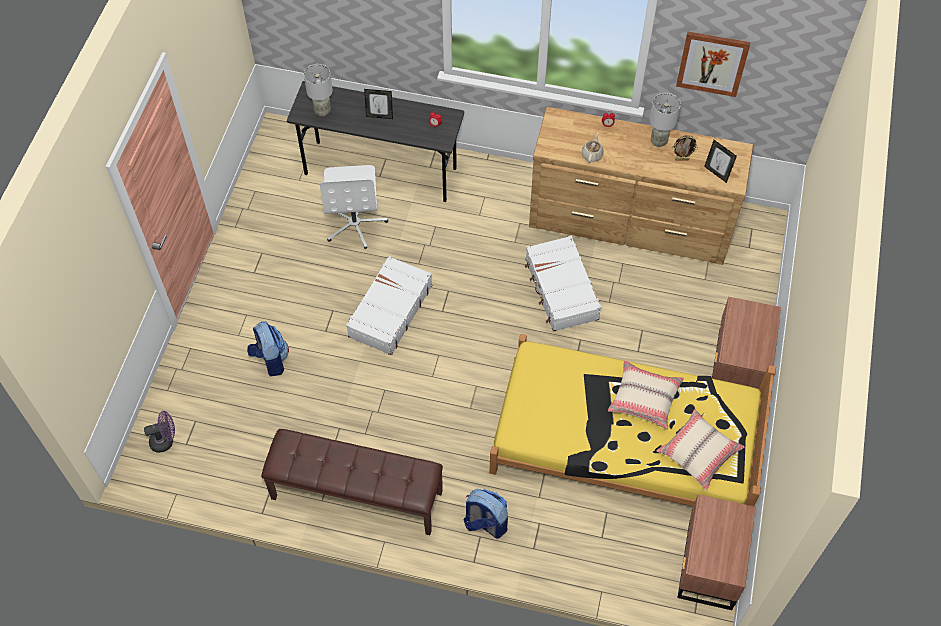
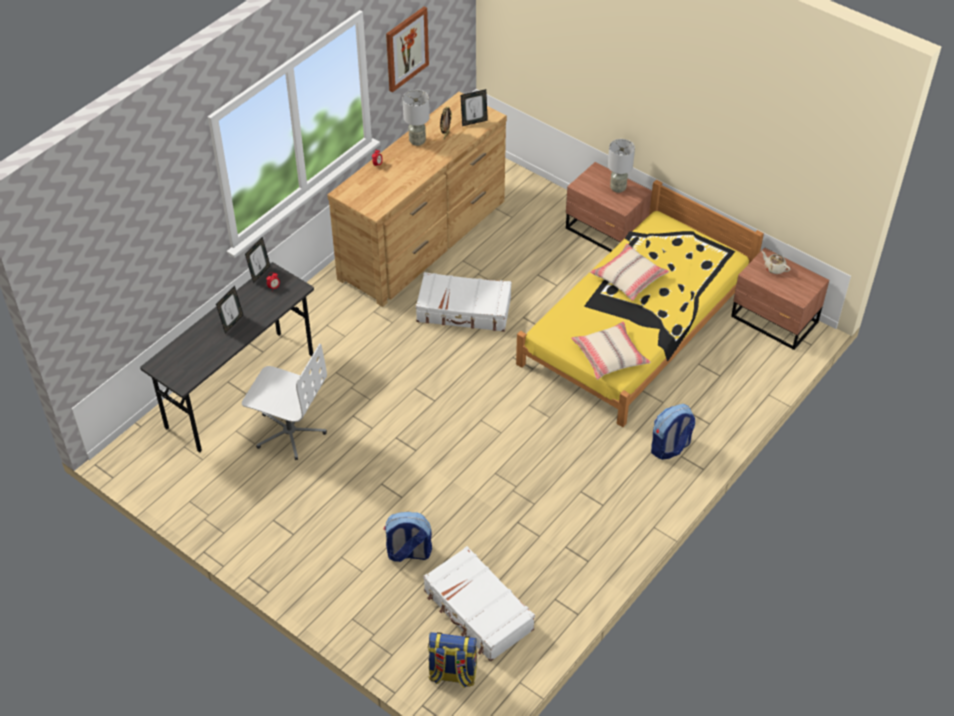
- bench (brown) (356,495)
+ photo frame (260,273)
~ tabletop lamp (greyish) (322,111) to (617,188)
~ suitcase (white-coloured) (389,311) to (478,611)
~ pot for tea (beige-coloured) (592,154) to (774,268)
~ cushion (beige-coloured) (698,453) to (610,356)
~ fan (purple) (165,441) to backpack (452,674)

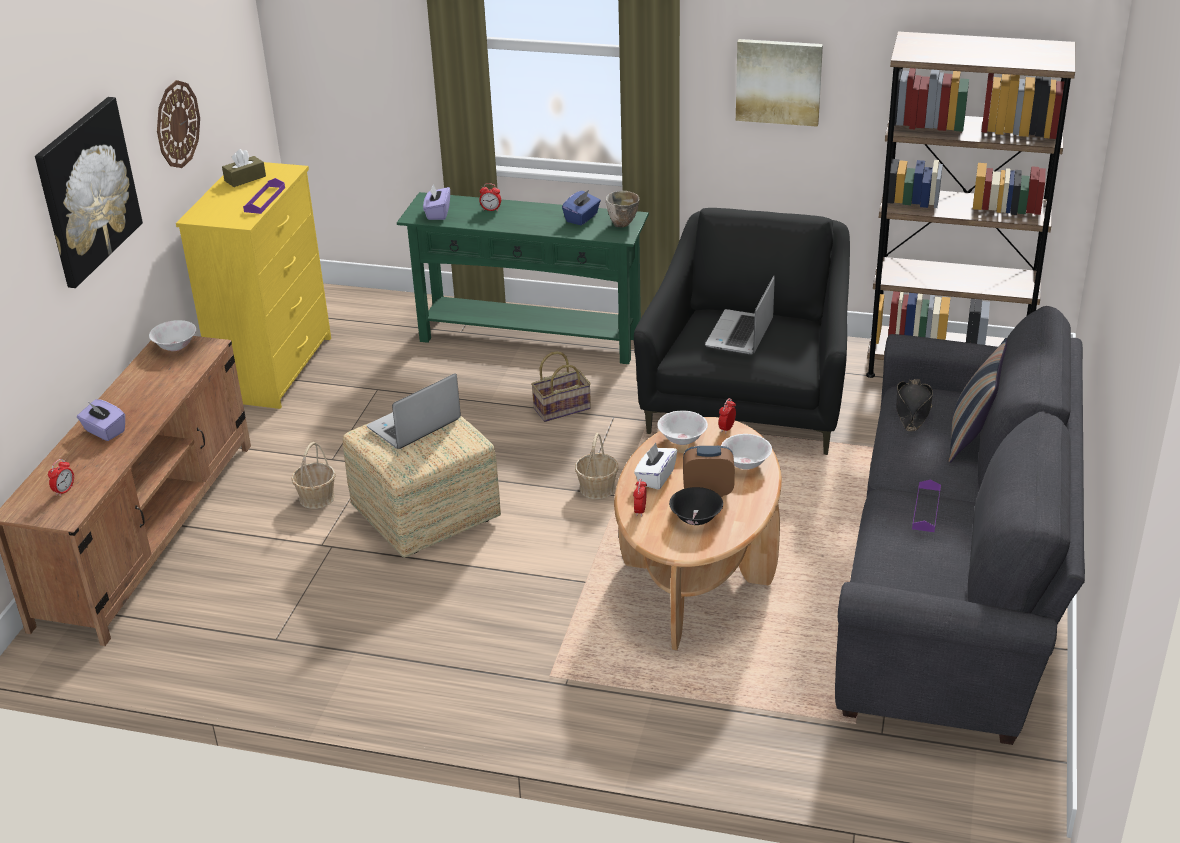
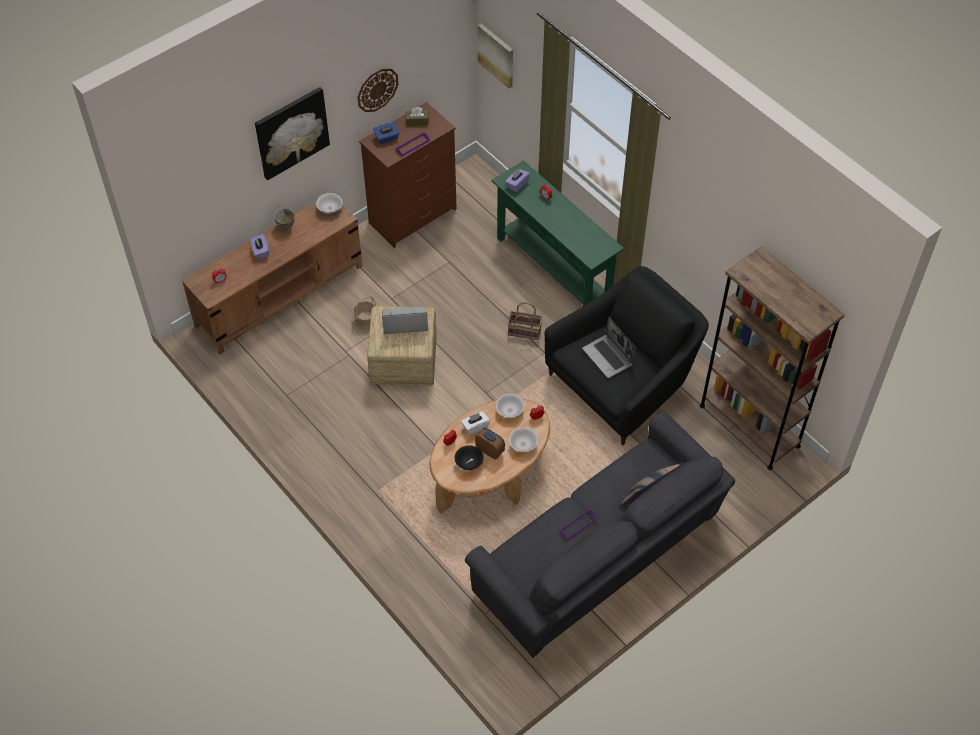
- basket (597,488)
- hat (blackish) (912,410)
~ tissue box (blue) (582,218) to (386,138)
~ serving bowl (622,225) to (285,228)
~ picture (779,81) to (496,55)
~ chest of drawers (yellow) (275,368) to chest of drawers (brown) (413,216)
~ laptop (740,335) = (608,357) 90 degrees counterclockwise

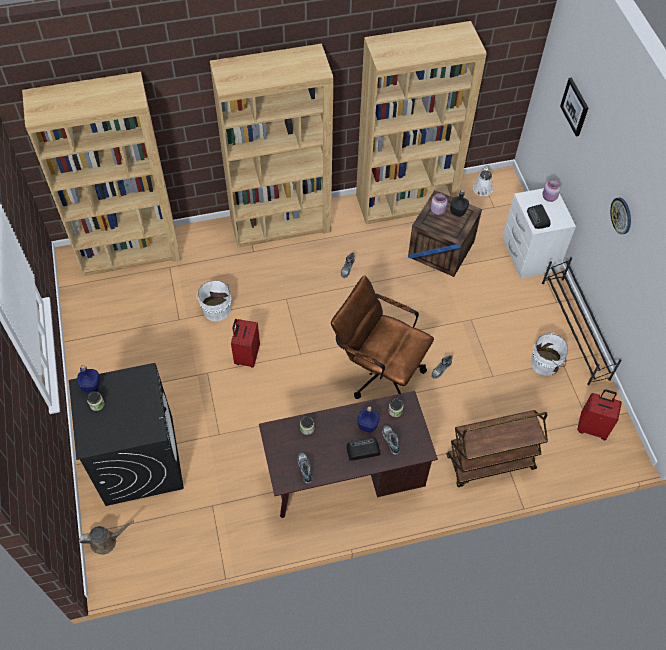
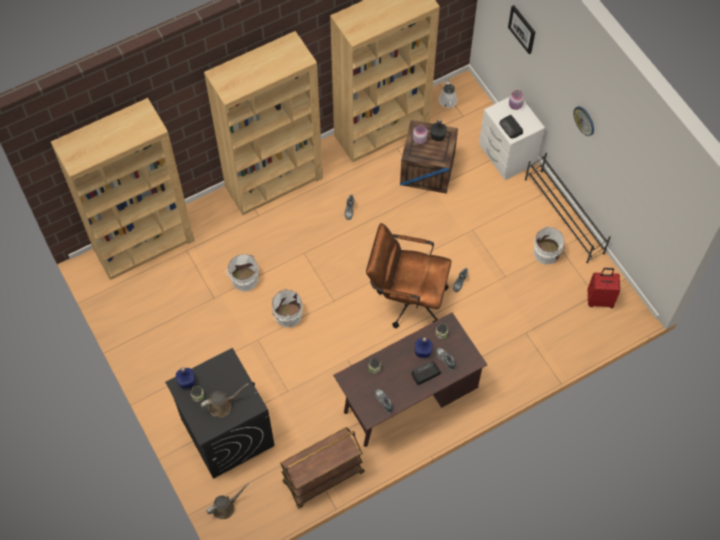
+ watering can (brown) (222,405)
~ cart (brown) (490,463) to (323,478)
~ suitcase (reddish) (246,356) to water bucket (white-coloured) (287,315)

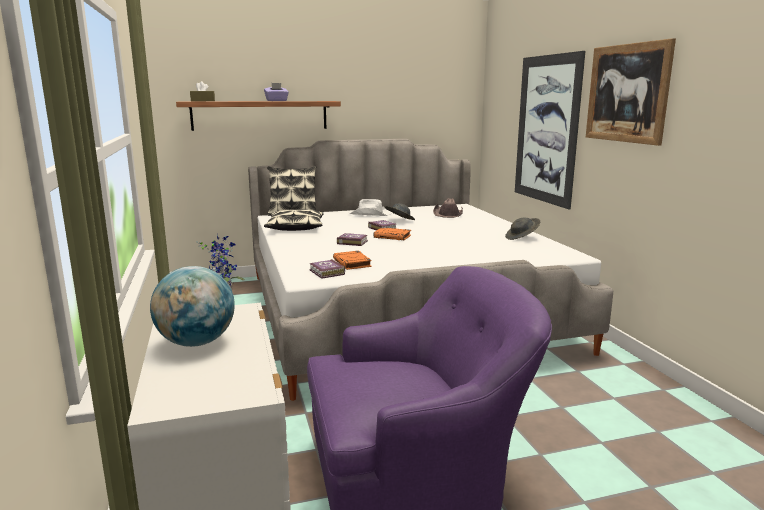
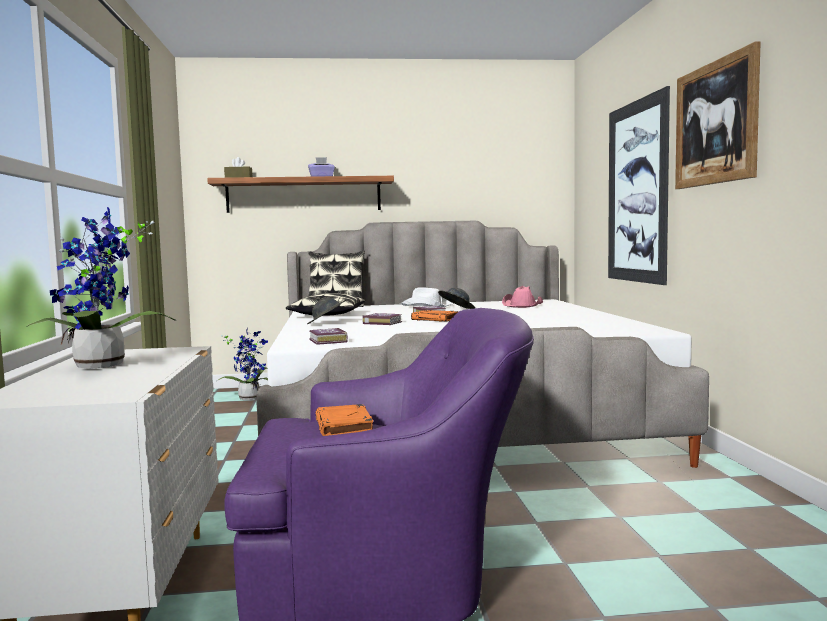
~ volume (orangey) (352,263) to (344,426)
~ hat (greyish) (522,238) to (327,323)
~ desk globe (196,343) to plant in a pot (102,366)
~ hat (brown) (448,214) to hat (pink) (523,305)

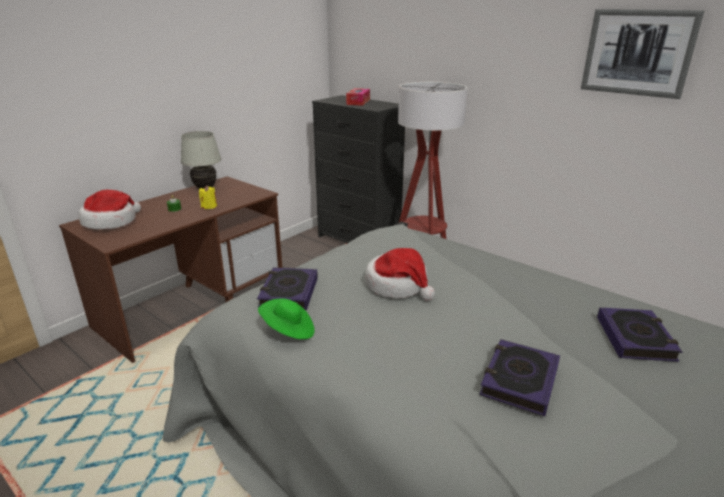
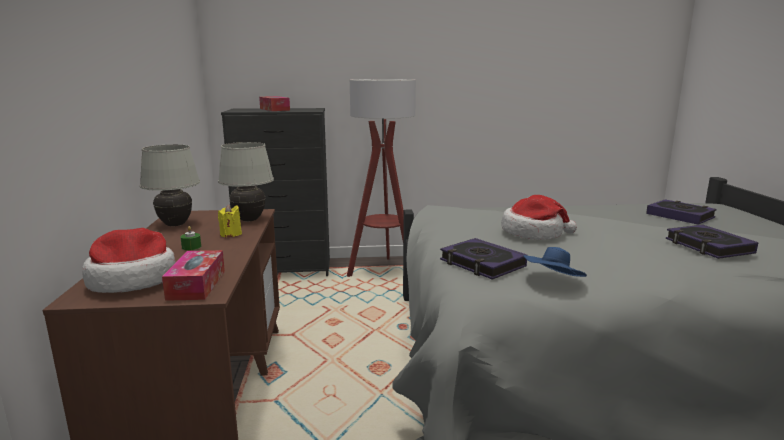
- picture (637,52)
+ tissue box (196,285)
+ tabletop lamp (white-coloured) (249,220)
~ hat (greenish) (288,331) to hat (blue) (553,281)

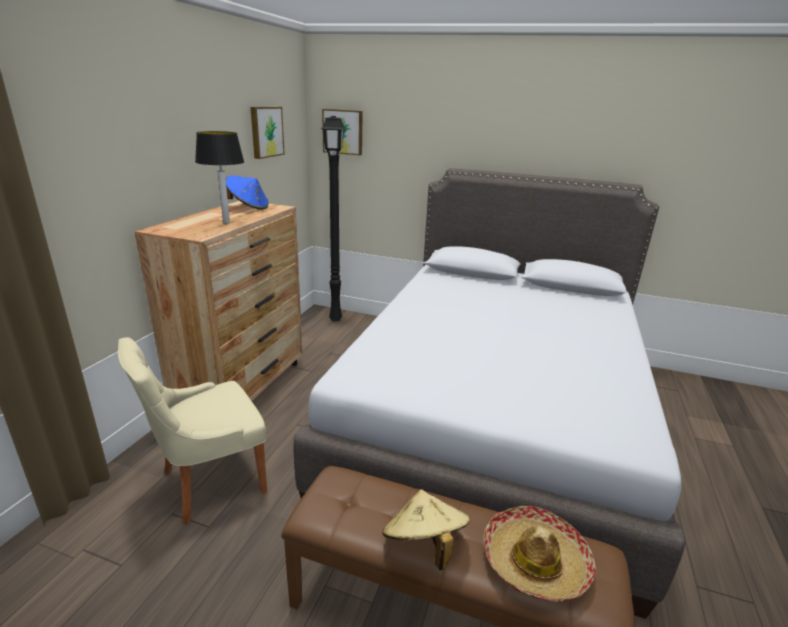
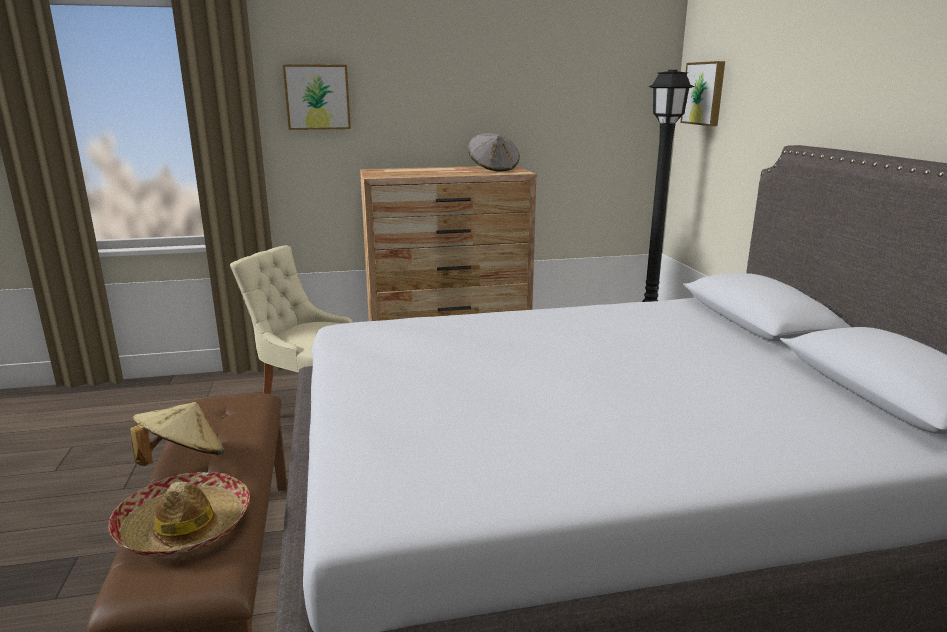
- tabletop lamp (226,222)
~ picture (266,131) to (317,97)
~ hat (blue) (248,207) to hat (greyish) (493,169)

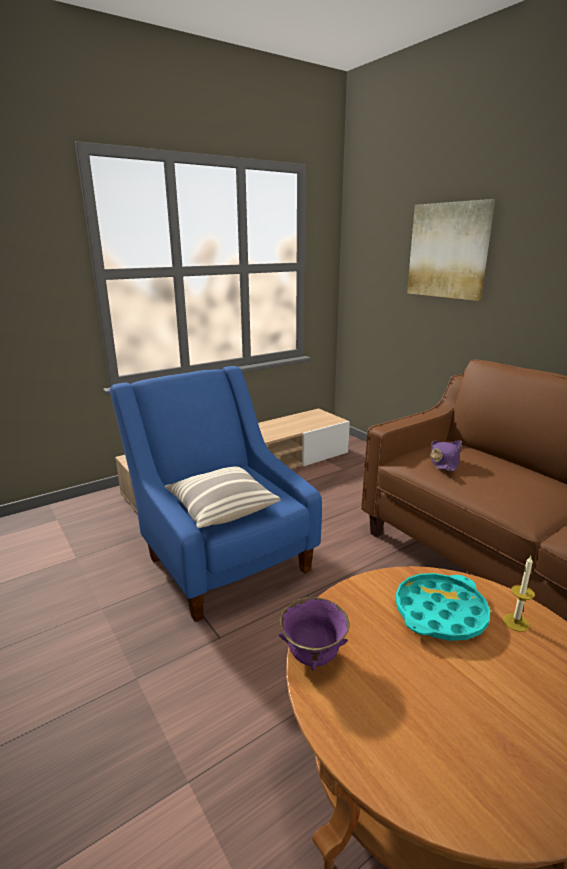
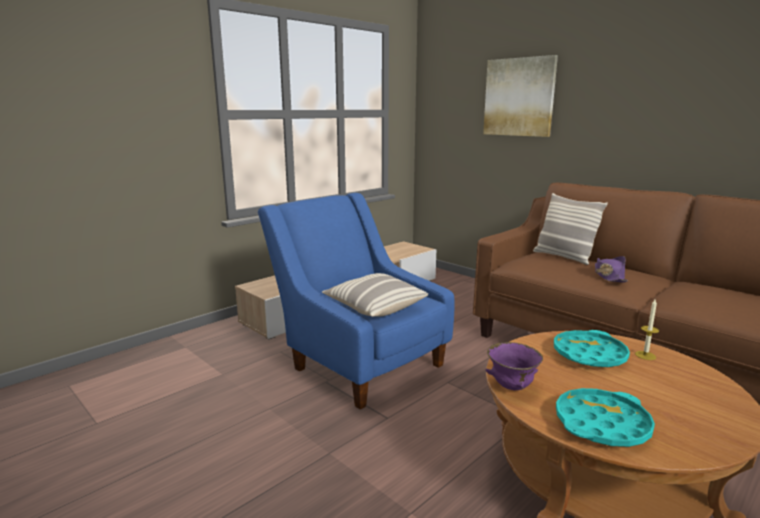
+ cushion (564,257)
+ serving tray (turquoise-coloured) (601,424)
~ hat (purple) (444,461) to (609,276)

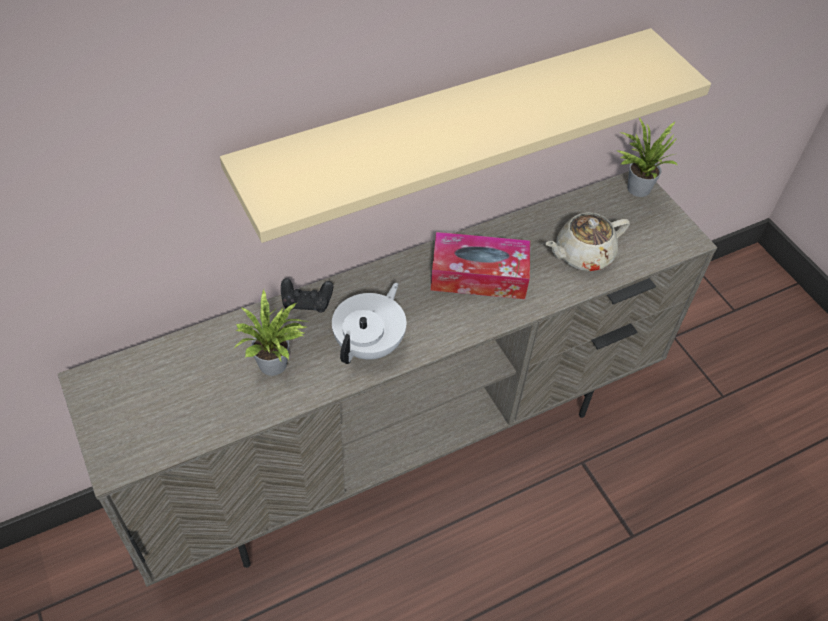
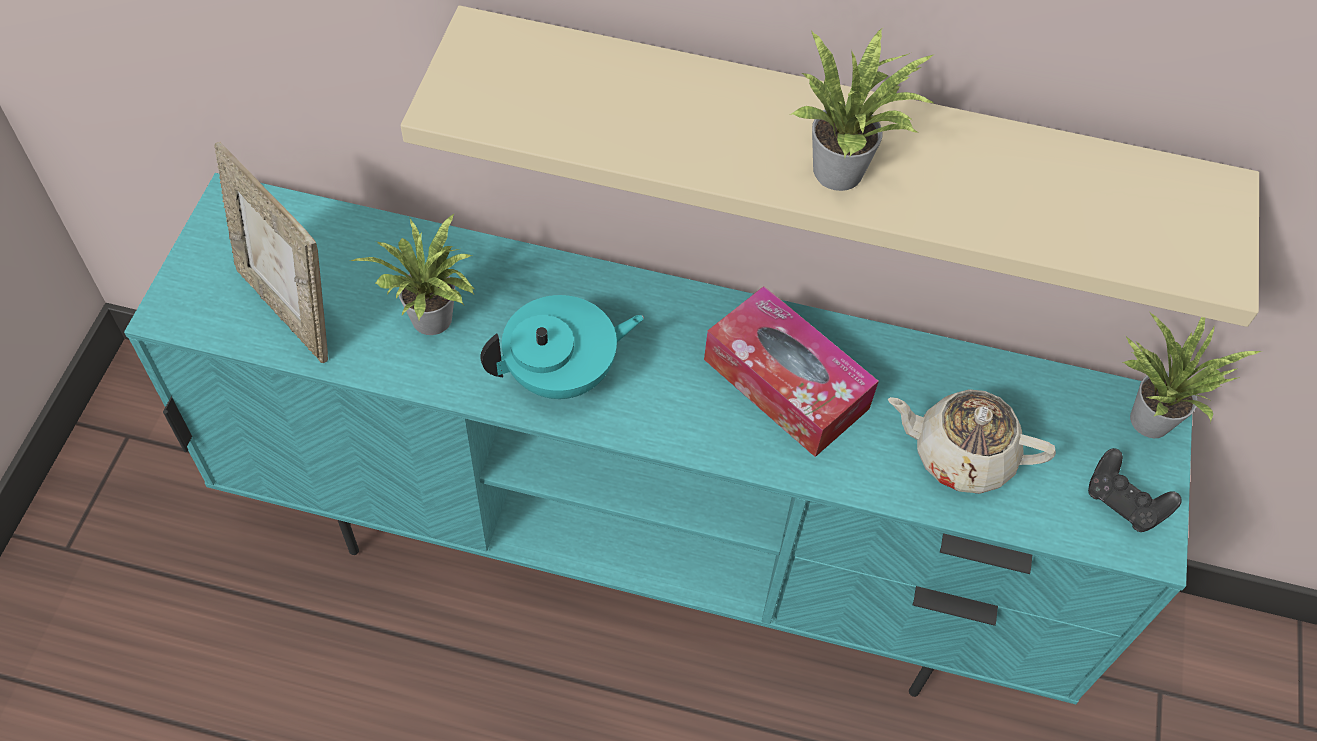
+ photo frame (290,308)
+ plant in a pot (845,171)
~ joypad (blackish) (307,303) to (1124,501)
~ media console (beige-coloured) (406,446) to media console (turquoise-coloured) (650,556)
~ pot for tea (white-coloured) (370,344) to pot for tea (turquoise-coloured) (562,374)

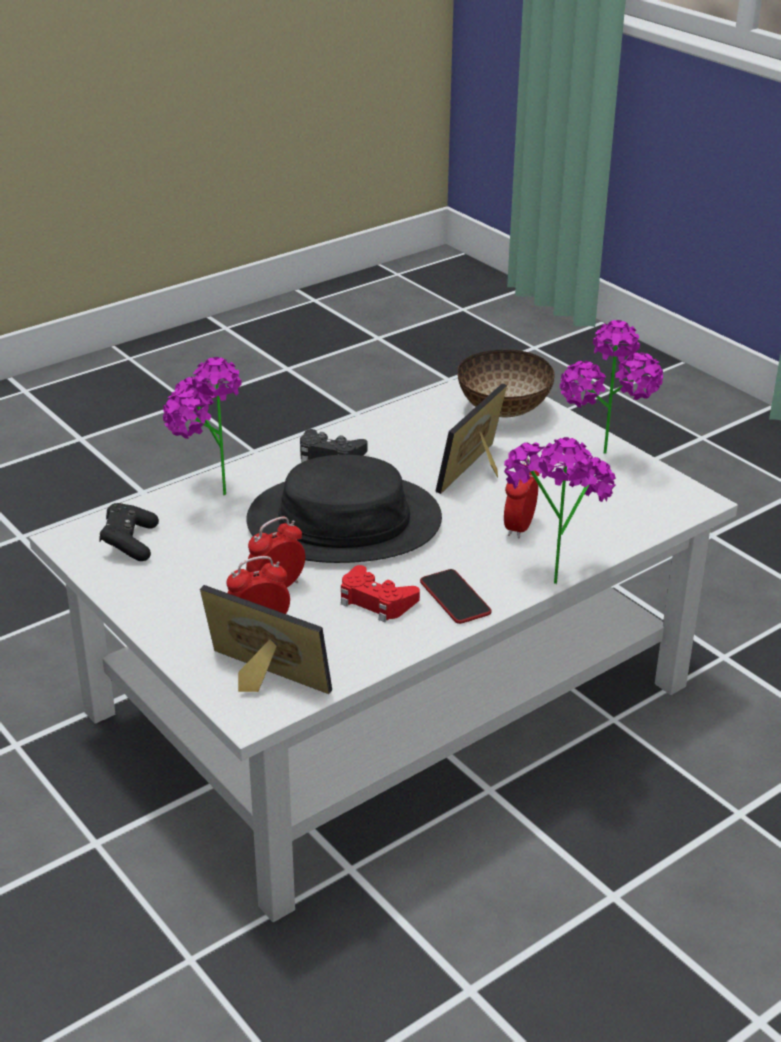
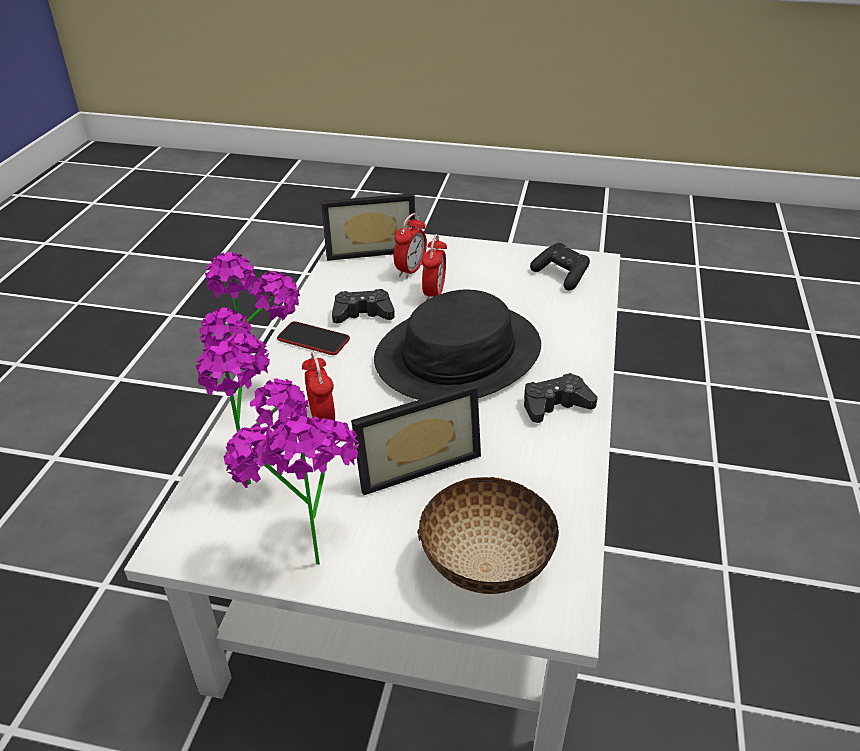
~ plant in a pot (205,495) to (266,472)
~ joypad (reddish) (376,601) to joypad (blackish) (363,314)
~ photo frame (481,472) = (414,460) 75 degrees clockwise

